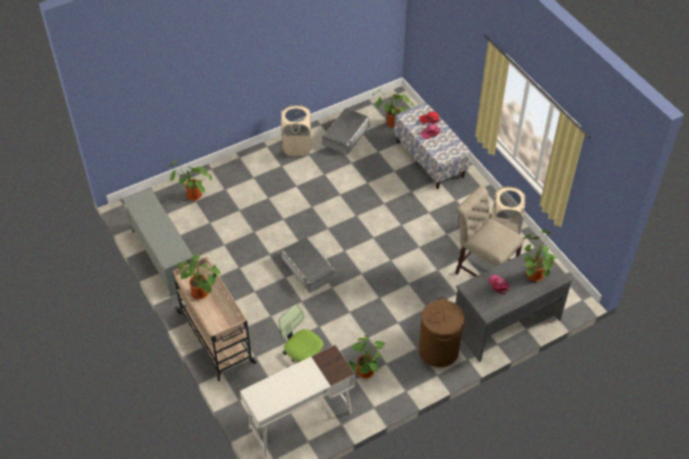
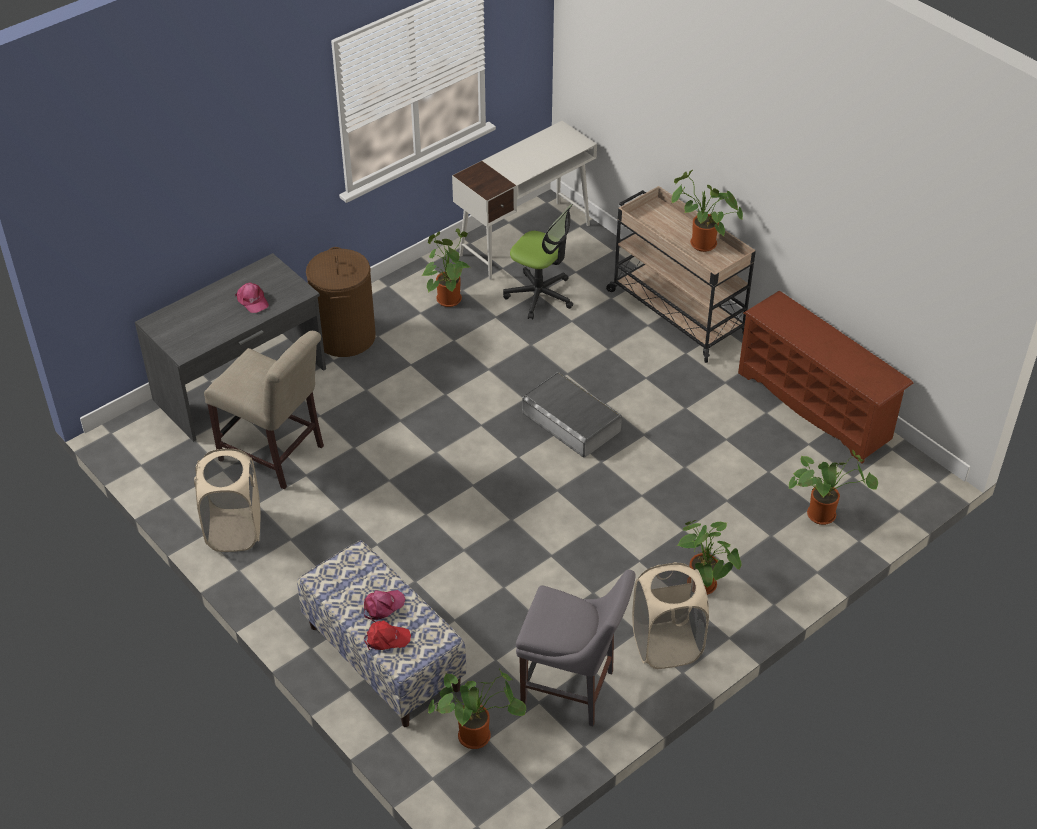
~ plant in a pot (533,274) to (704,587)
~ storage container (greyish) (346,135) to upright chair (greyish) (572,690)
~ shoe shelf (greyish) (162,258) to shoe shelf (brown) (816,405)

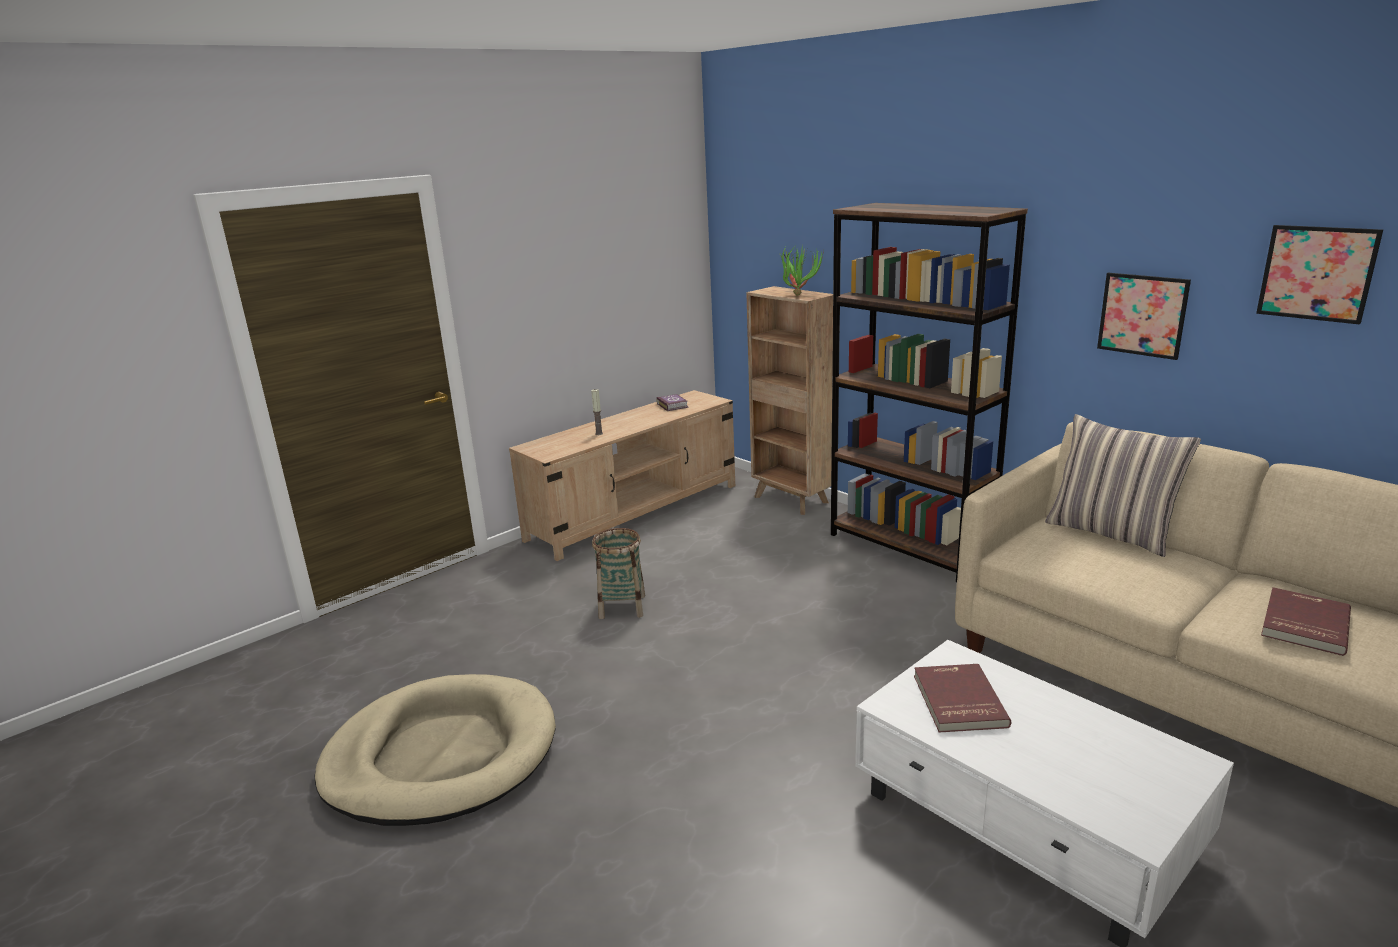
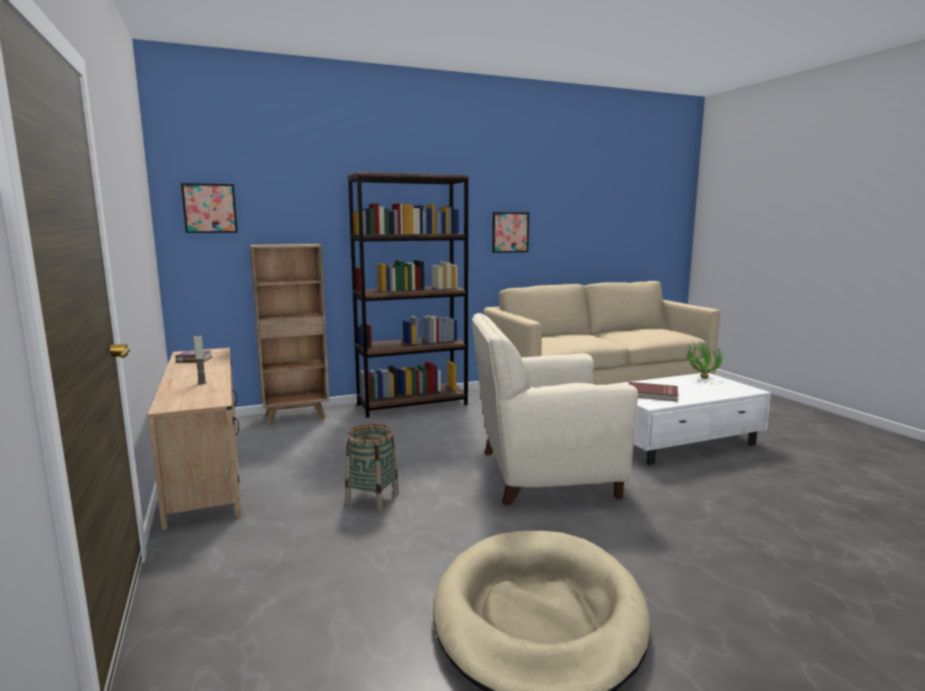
- cushion (1111,533)
- volume (reddish) (1303,624)
+ armchair (beige-coloured) (543,473)
~ plant in a pot (798,294) to (699,377)
~ picture (1317,273) to (209,208)

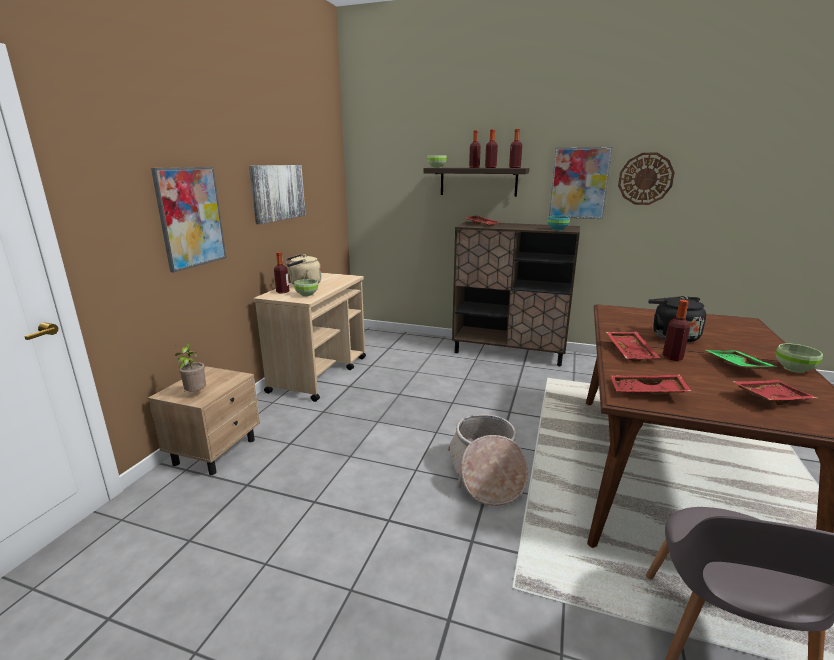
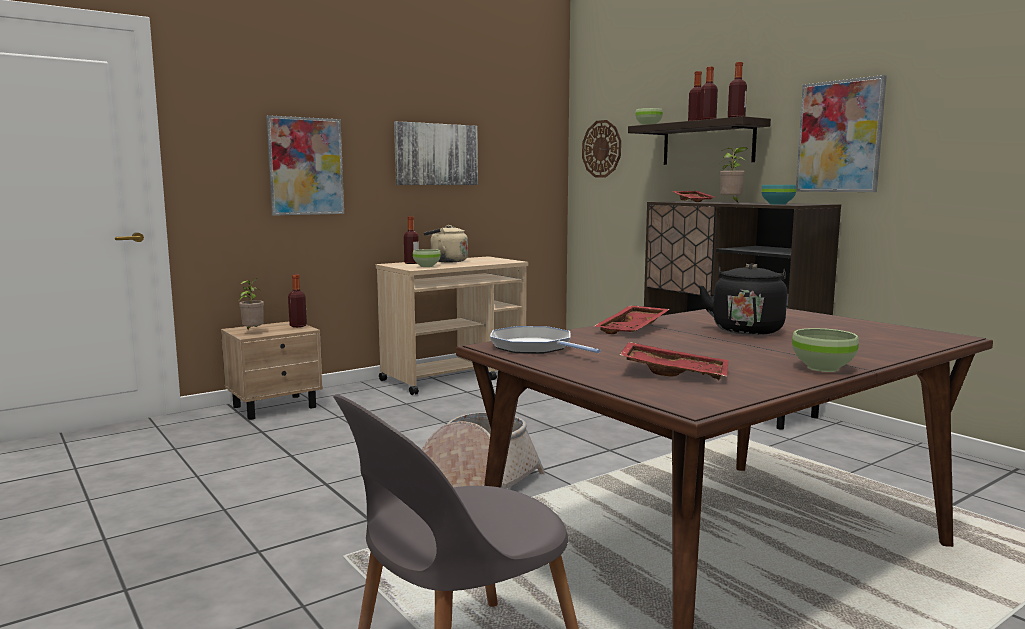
- serving tray (greenish) (735,366)
+ plant in a pot (731,203)
~ wall clock (645,179) to (602,149)
~ drink bottle (672,357) to (298,326)
~ serving tray (reddish) (647,392) to frying pan (535,347)

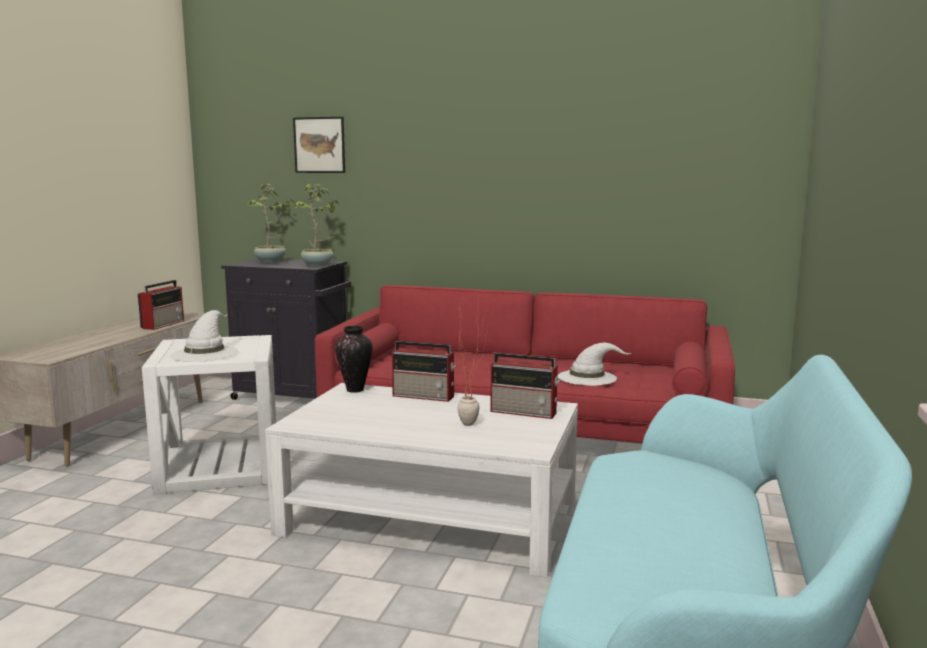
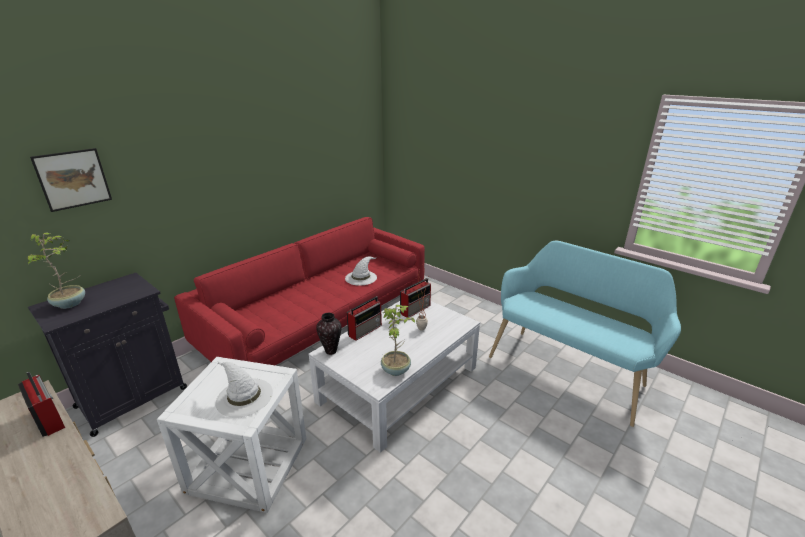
~ plant in a pot (318,265) to (396,370)

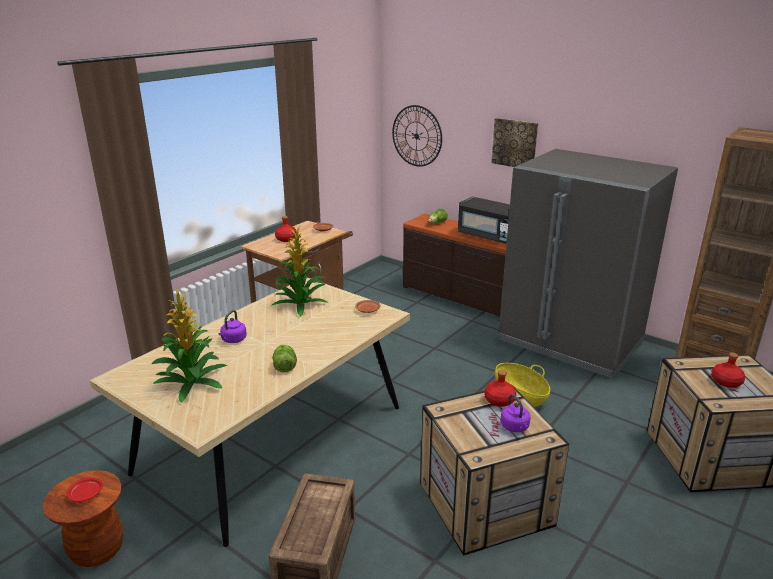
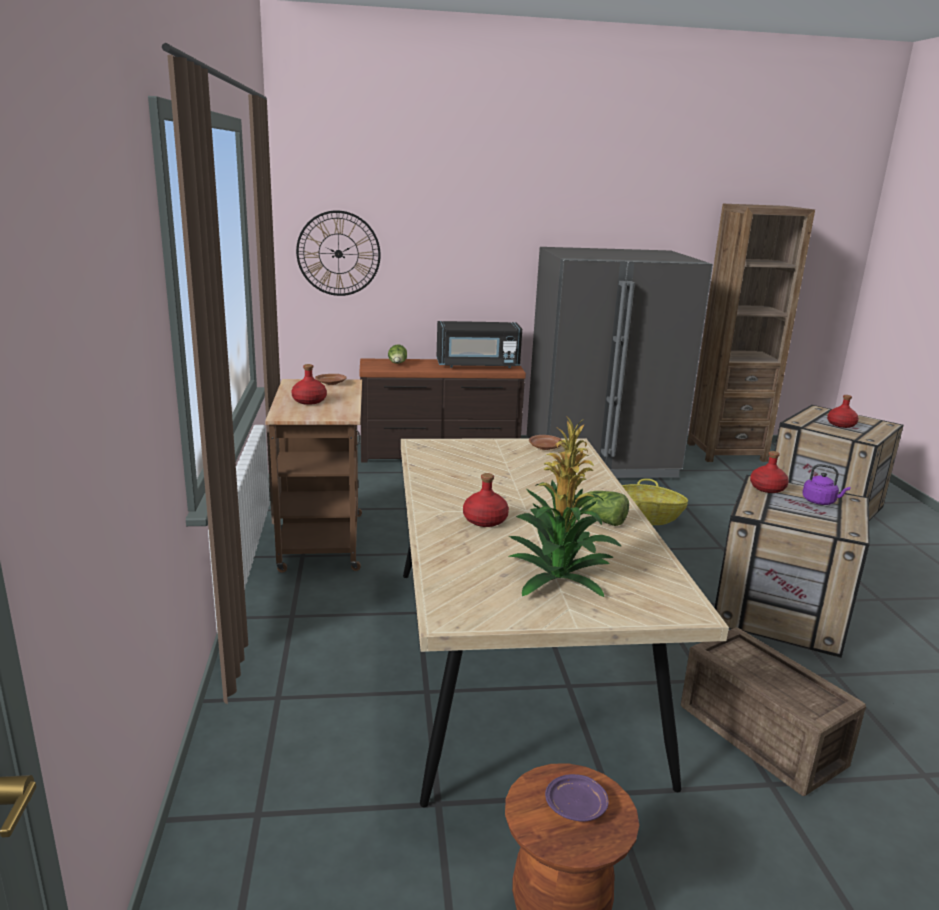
- plant in a pot (301,304)
- picture (515,143)
~ kettle (purple) (233,340) to drink bottle (reddish) (485,520)
~ plate (reddish) (86,494) to plate (purple) (576,806)

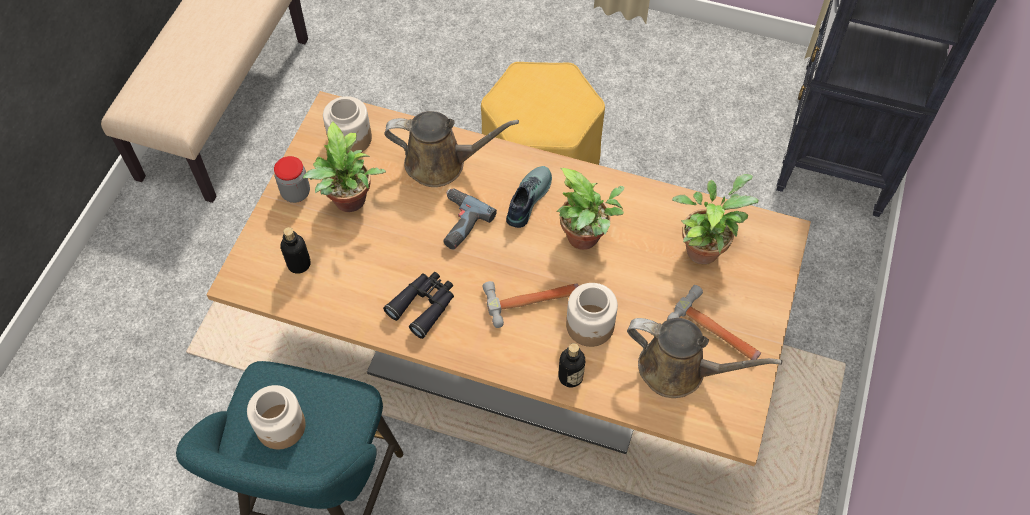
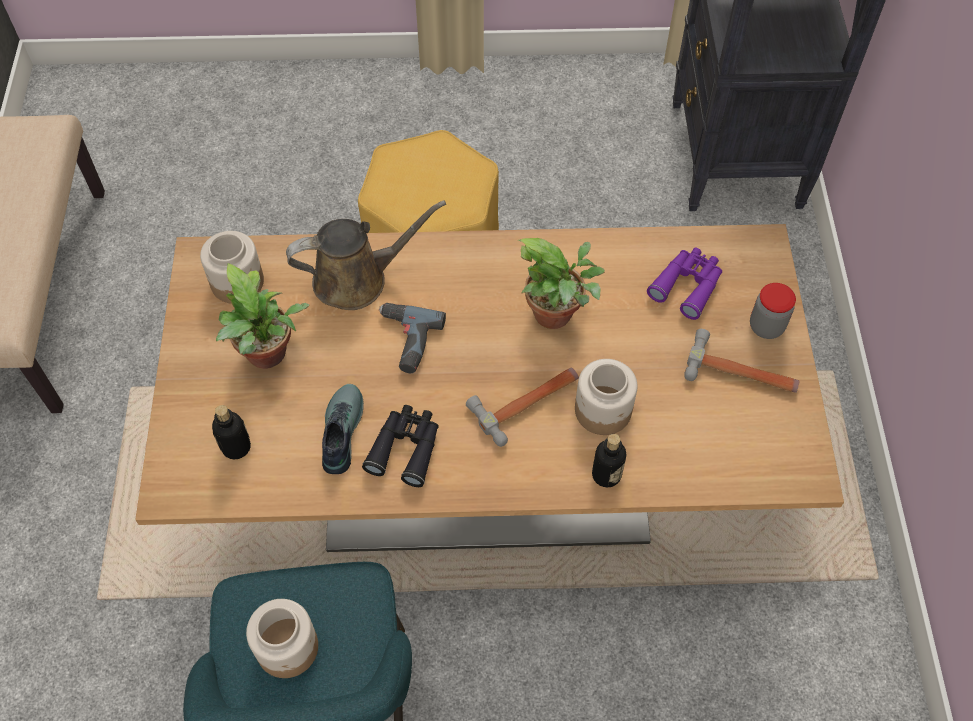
- watering can (brown) (679,370)
~ preserve jar (296,193) to (766,327)
~ low shoe (526,199) to (339,432)
~ plant in a pot (703,247) to pair of binoculars (purple) (687,285)

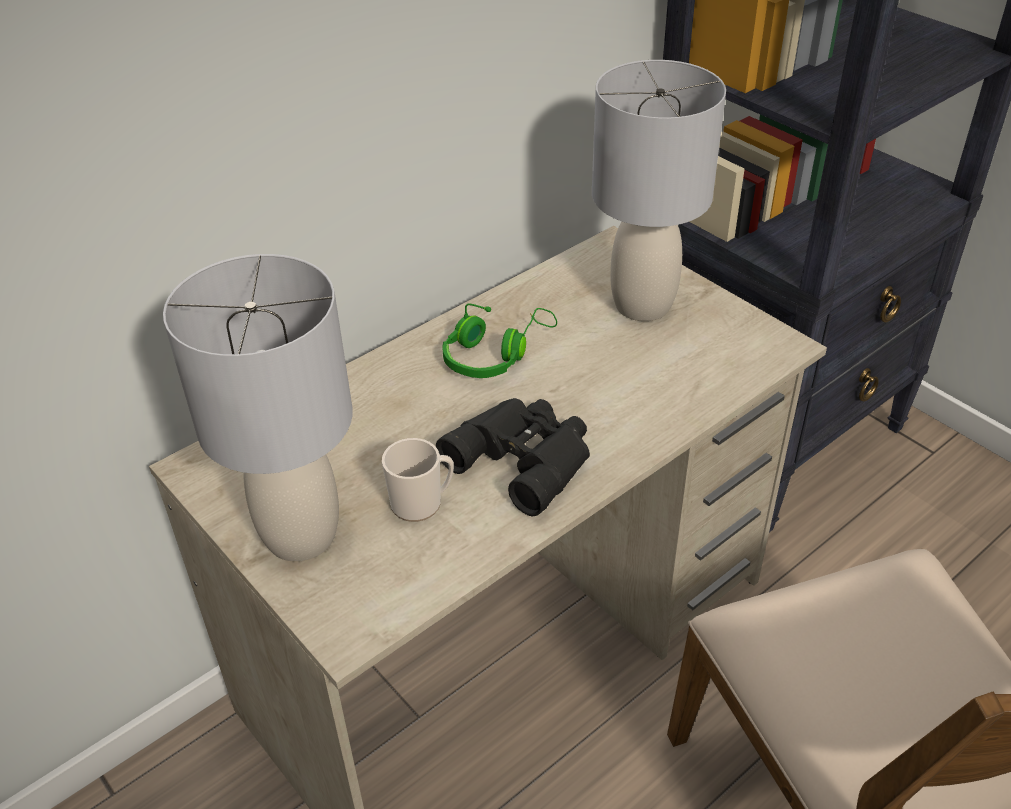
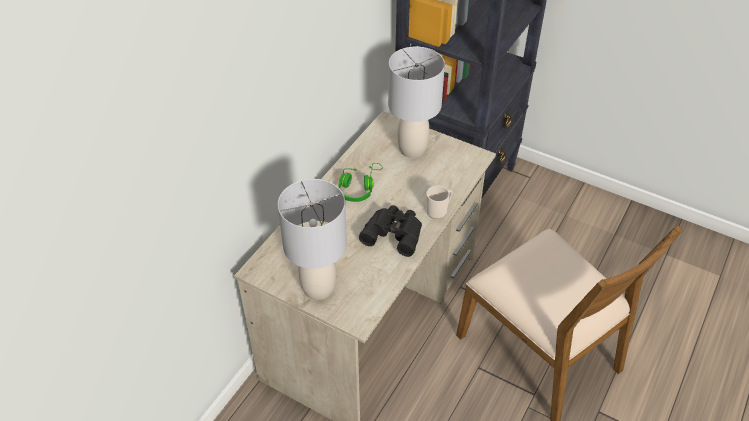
~ mug (422,503) to (438,210)

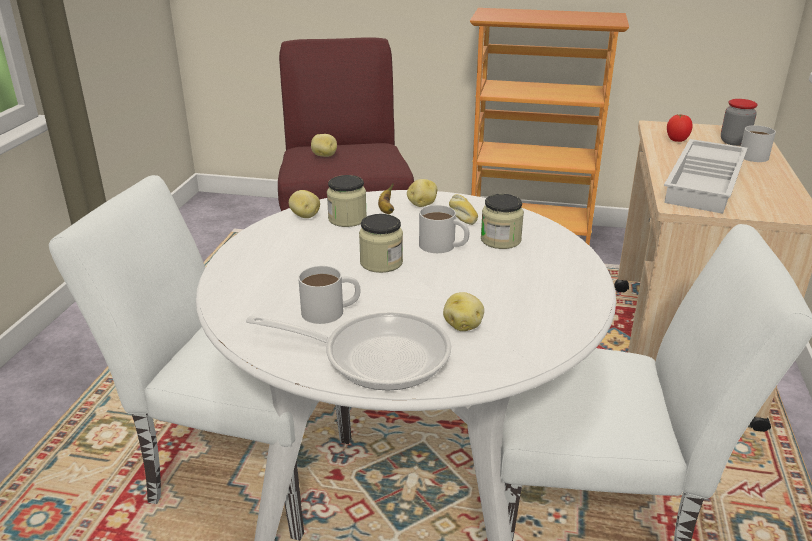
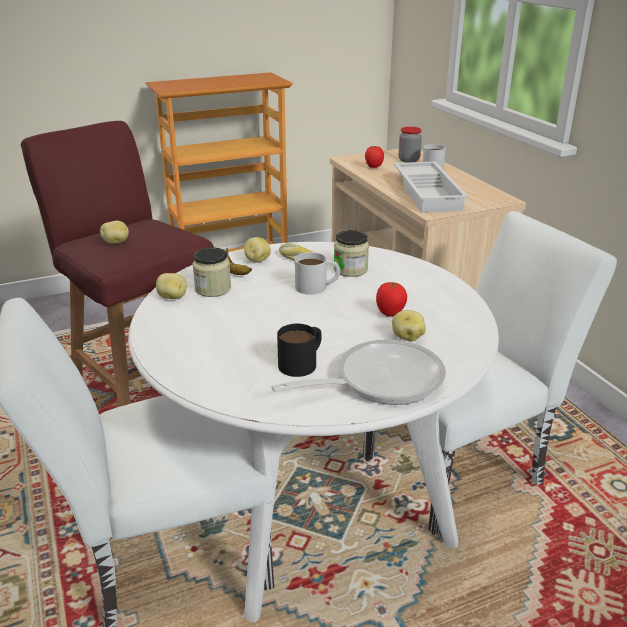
- preserve jar (381,263)
+ tomato (390,314)
~ mug (white-coloured) (331,311) to mug (blackish) (302,362)

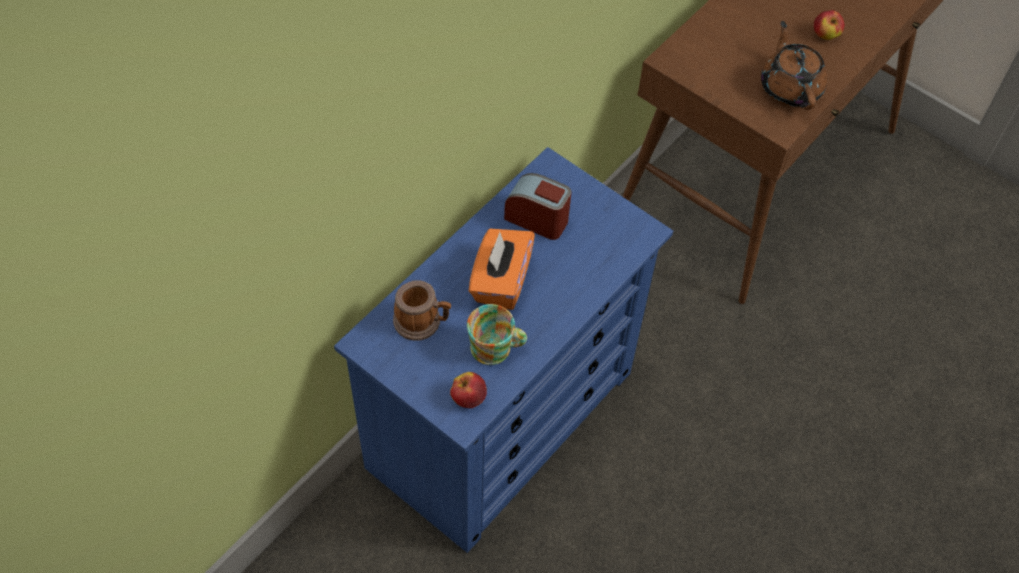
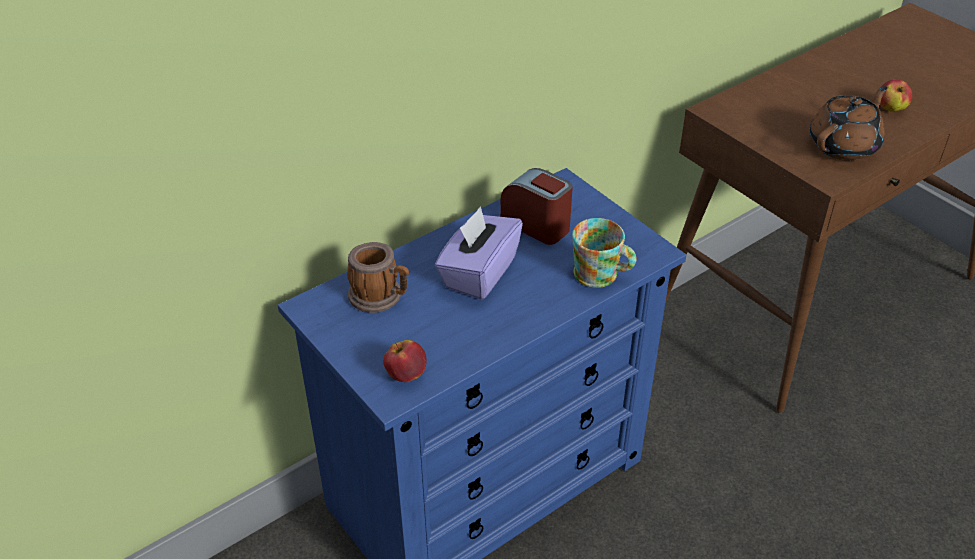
~ mug (496,349) to (601,275)
~ tissue box (orangey) (500,281) to tissue box (purple) (478,273)
~ pot for tea (brown) (790,87) = (844,146) 45 degrees clockwise

